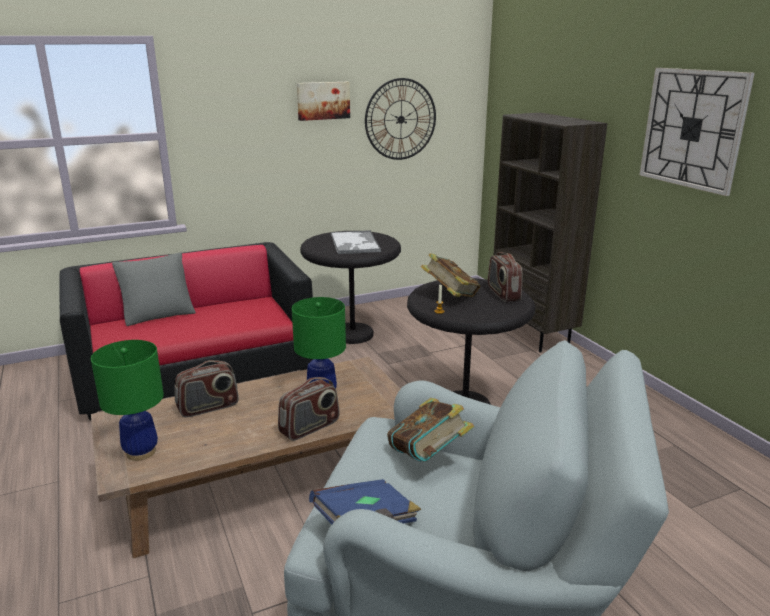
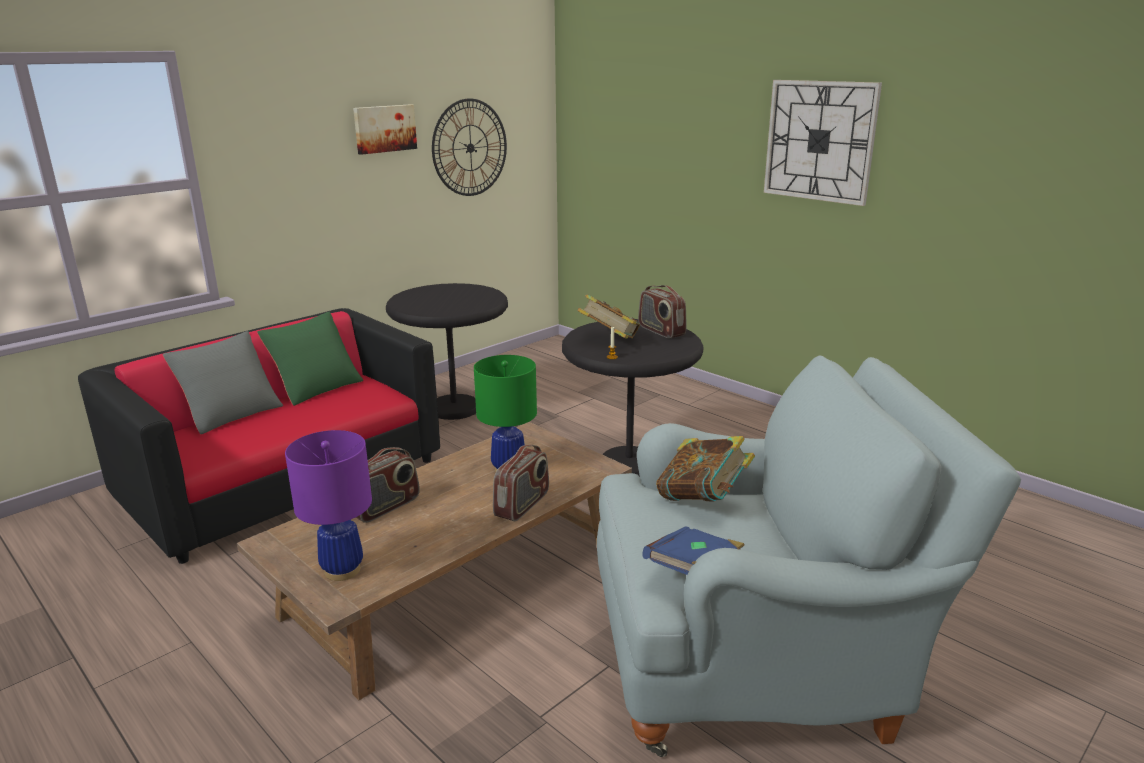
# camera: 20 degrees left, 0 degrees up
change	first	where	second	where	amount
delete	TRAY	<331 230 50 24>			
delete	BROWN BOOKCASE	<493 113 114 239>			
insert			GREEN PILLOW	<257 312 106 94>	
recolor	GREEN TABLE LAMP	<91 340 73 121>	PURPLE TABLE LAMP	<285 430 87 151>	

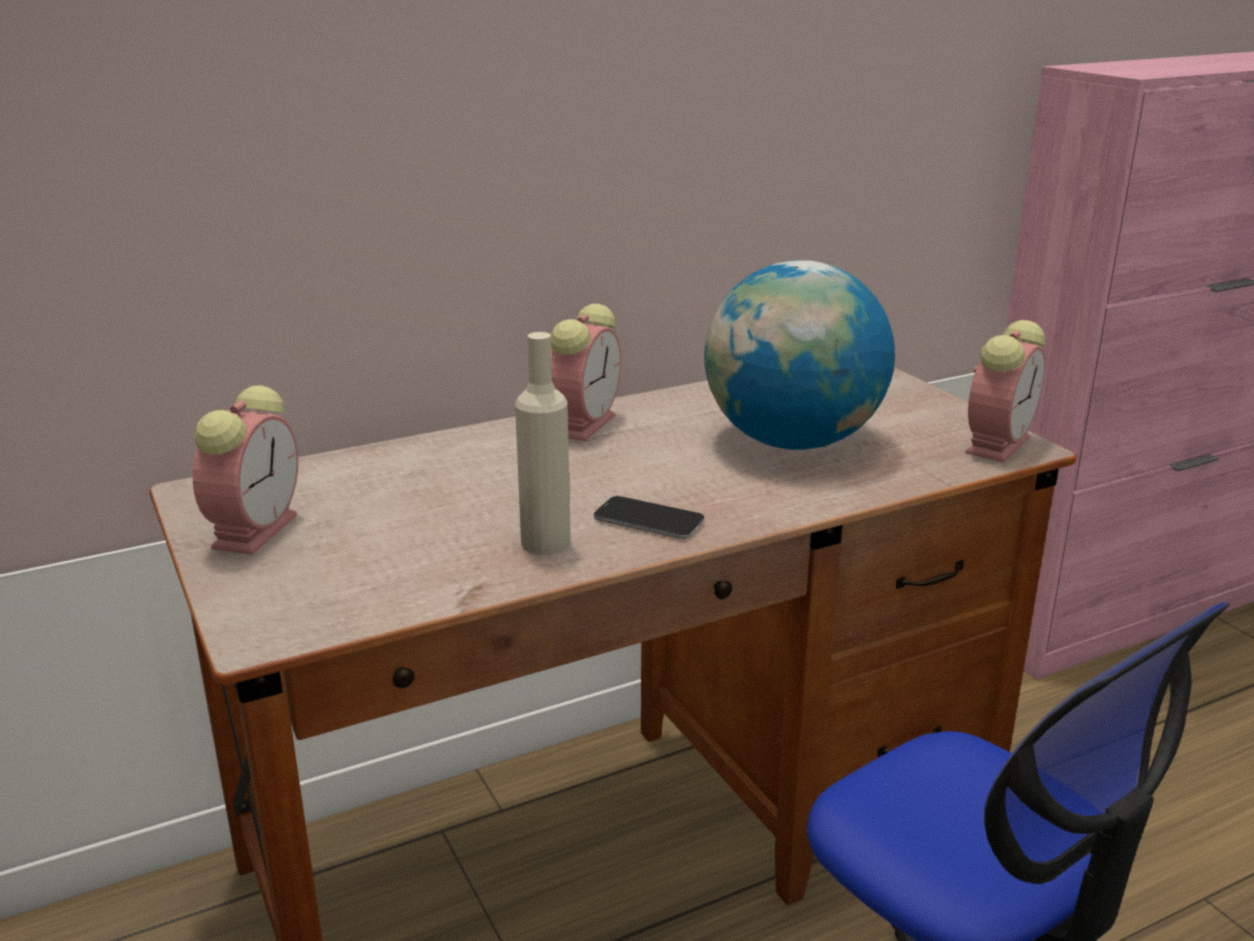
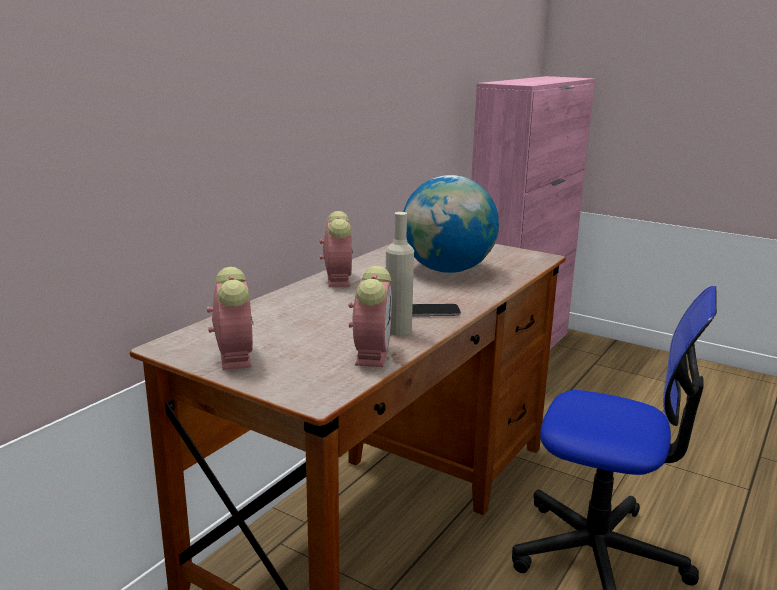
# camera: 30 degrees left, 5 degrees down
change	first	where	second	where	amount
move	ALARM CLOCK	<965 320 80 143>		<349 266 43 101>	

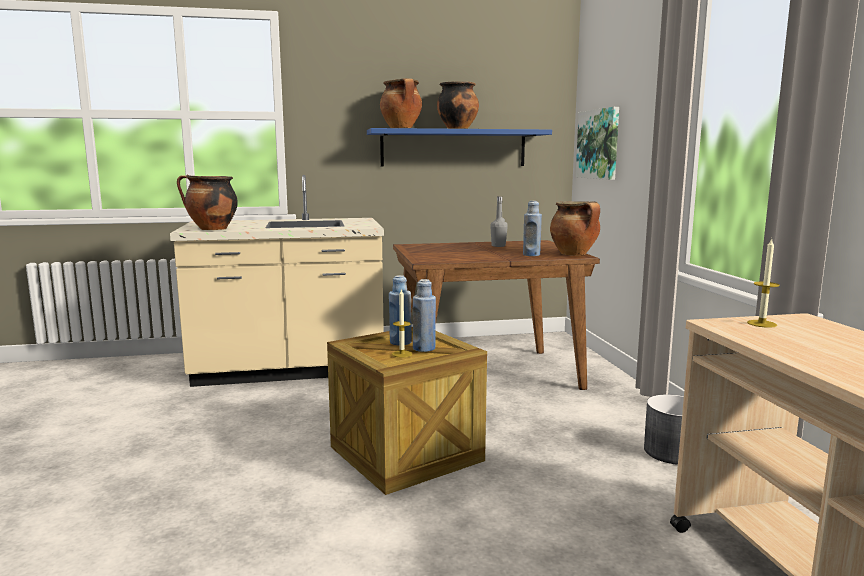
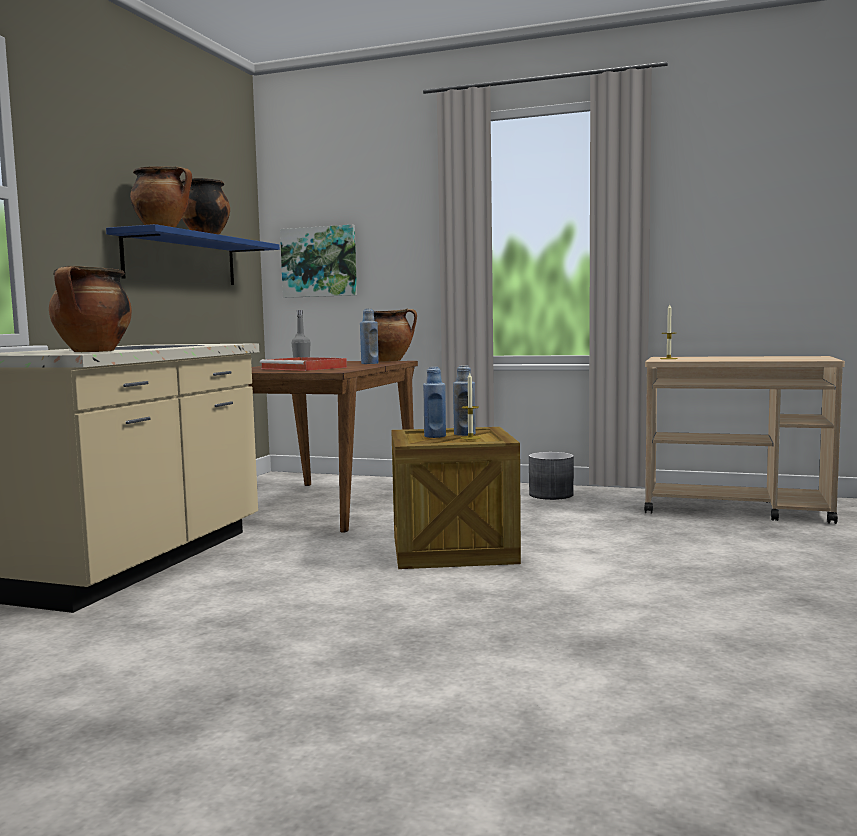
# camera: 60 degrees left, 5 degrees down
change	first	where	second	where	amount
insert			RED TRAY	<260 357 87 14>	

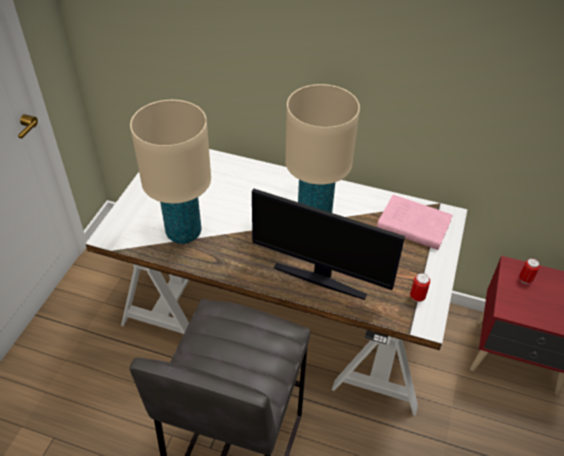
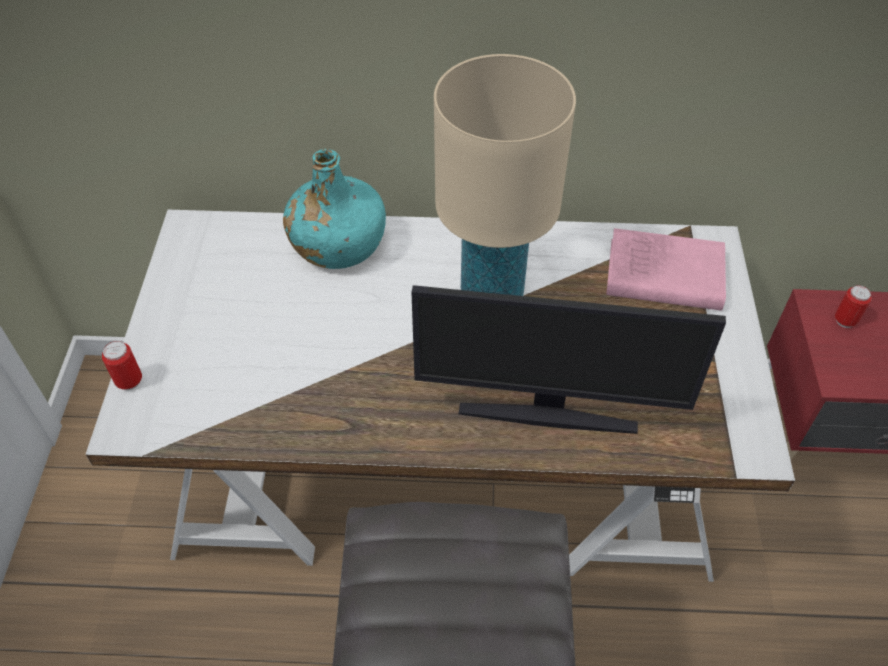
# camera: 15 degrees left, 5 degrees up
change	first	where	second	where	amount
delete	BEIGE TABLE LAMP	<130 100 81 144>			
insert			TURQUOISE BOTTLE	<283 149 103 120>	
move	CAN	<410 273 20 29>		<102 341 40 49>	

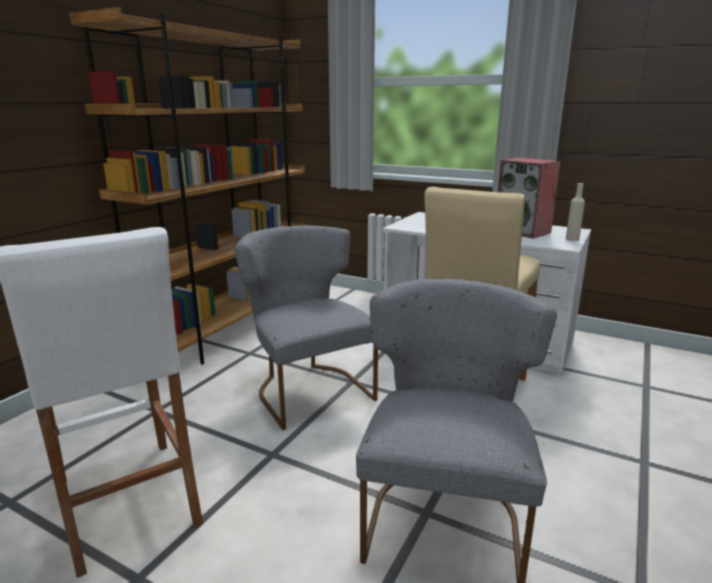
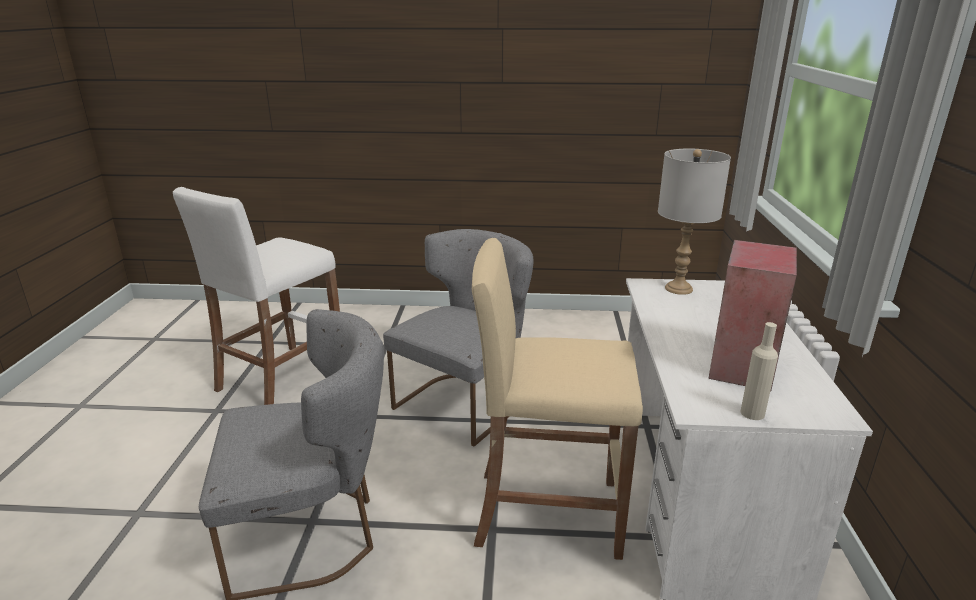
# camera: 65 degrees right, 5 degrees up
change	first	where	second	where	amount
delete	BROWN BOOKCASE	<69 7 238 358>			
insert			GREY TABLE LAMP	<658 149 73 146>	

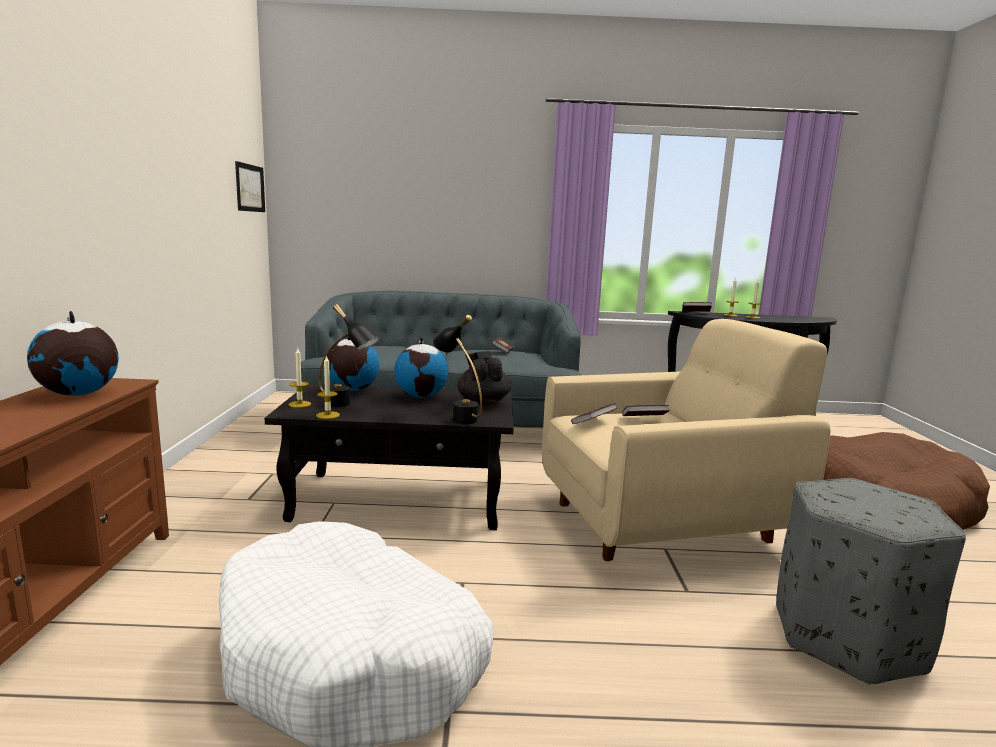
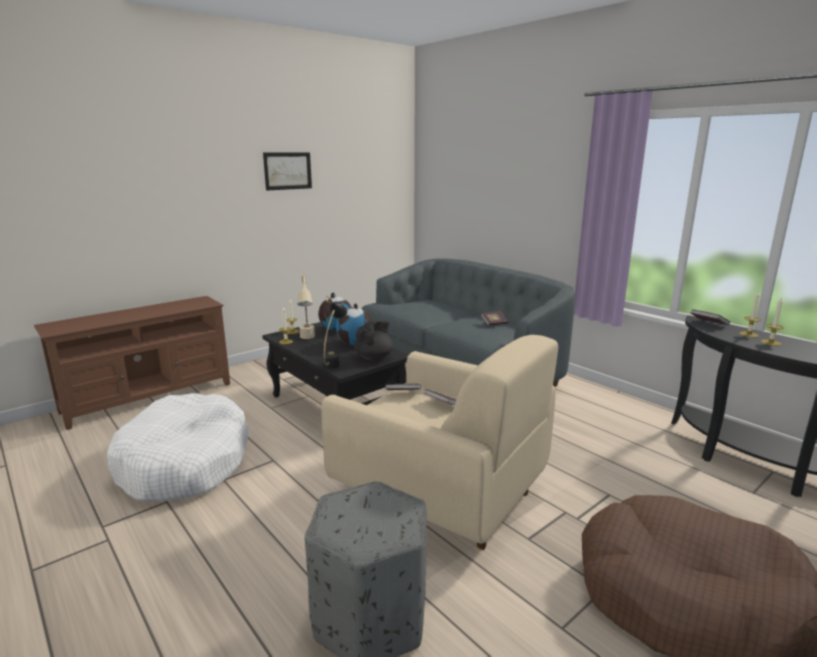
# camera: 50 degrees right, 5 degrees up
change	first	where	second	where	amount
delete	GLOBE	<27 311 92 85>			
move	PICTURE	<235 161 30 51>		<263 152 49 39>	
recolor	BLACK TABLE LAMP	<319 304 60 103>	BEIGE TABLE LAMP	<297 276 18 63>	

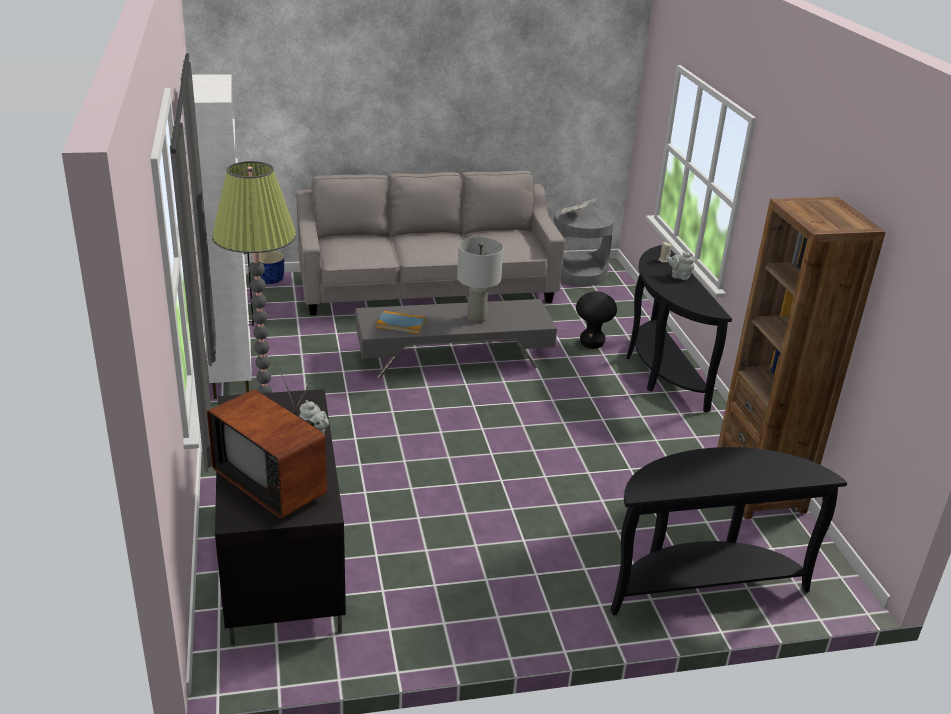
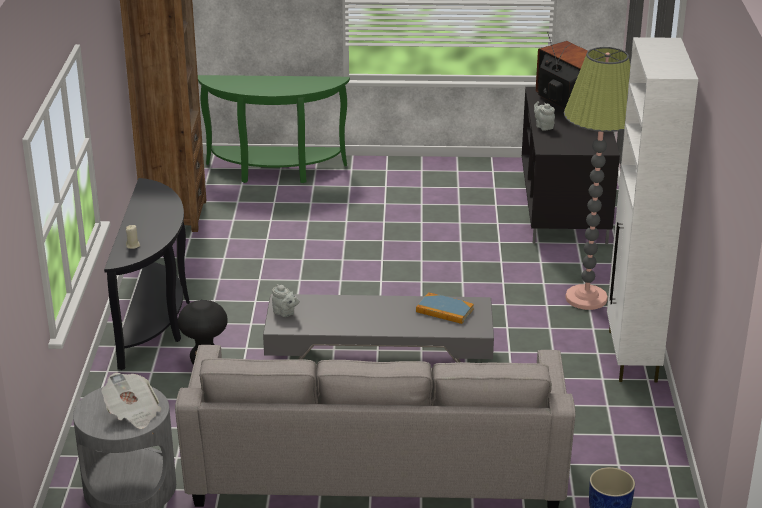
# camera: 165 degrees left, 0 degrees up
change	first	where	second	where	amount
delete	GREY TABLE LAMP	<457 237 47 86>			
move	GREY TEAPOT	<666 252 29 28>		<272 284 28 33>	
recolor	BLACK CONSOLE TABLE	<610 447 237 169>	GREEN CONSOLE TABLE	<198 75 152 108>	

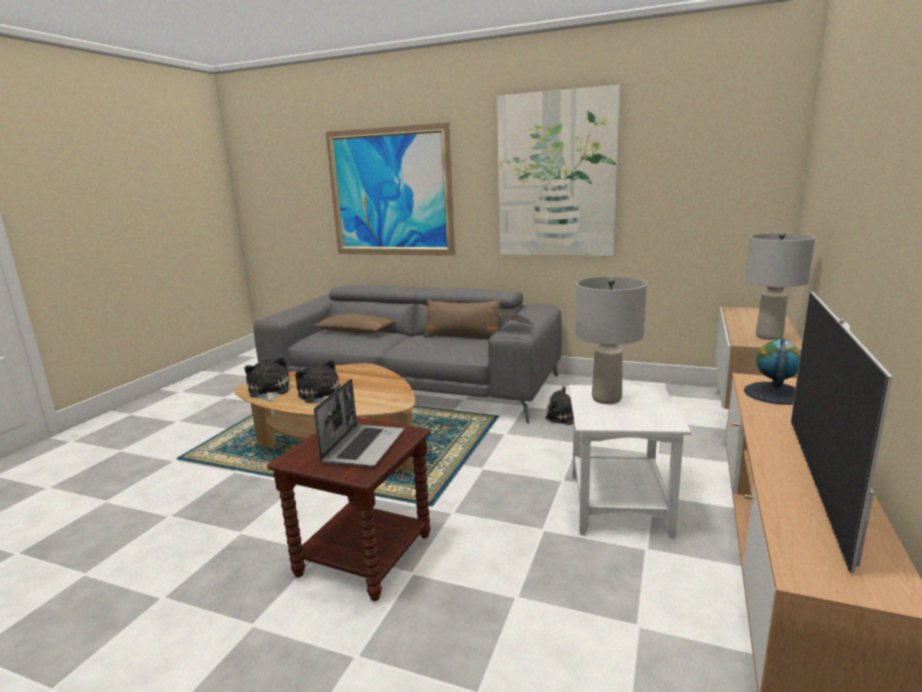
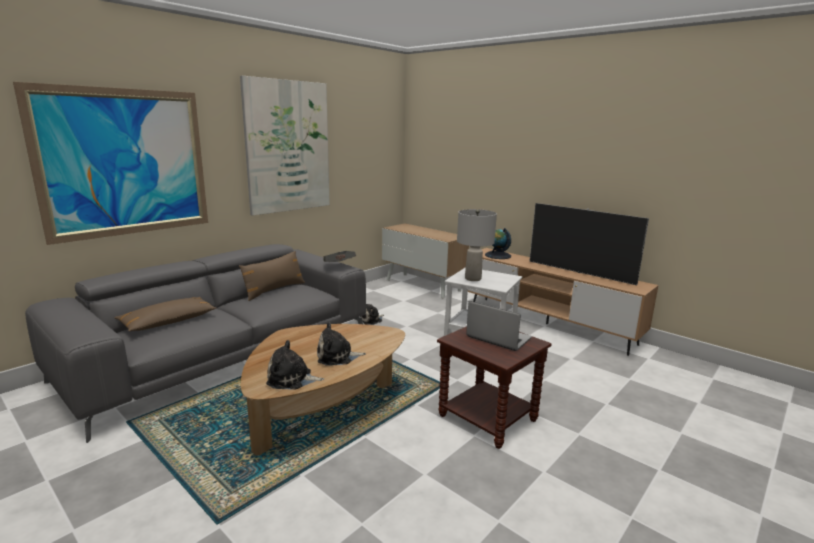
# camera: 70 degrees left, 0 degrees up
change	first	where	second	where	amount
delete	GREY TABLE LAMP	<745 232 70 108>			

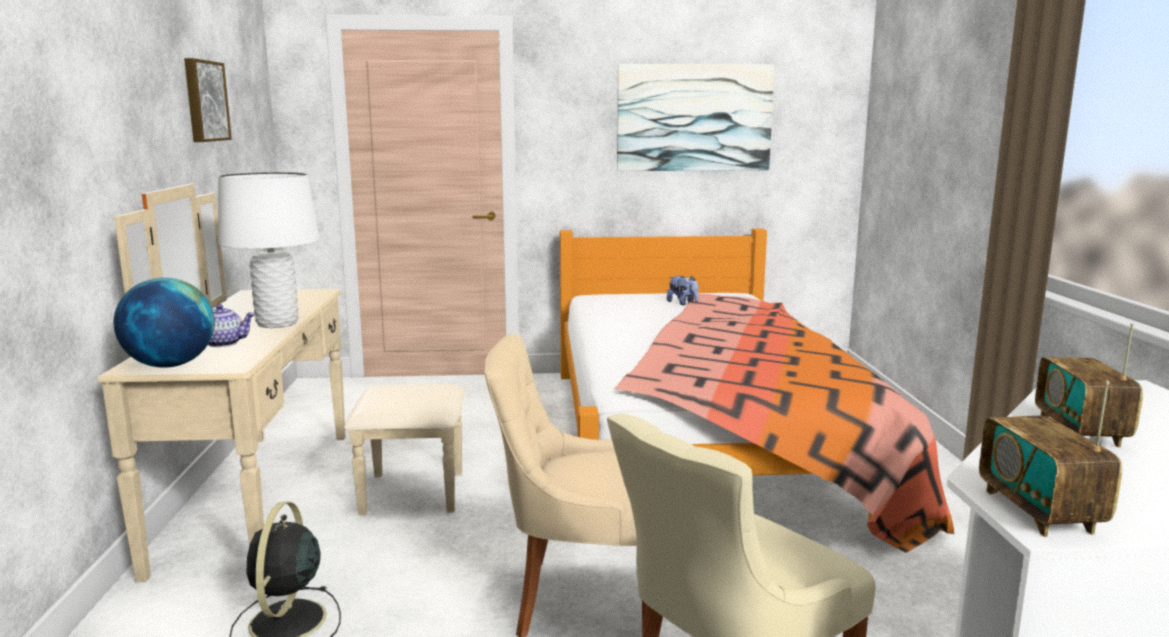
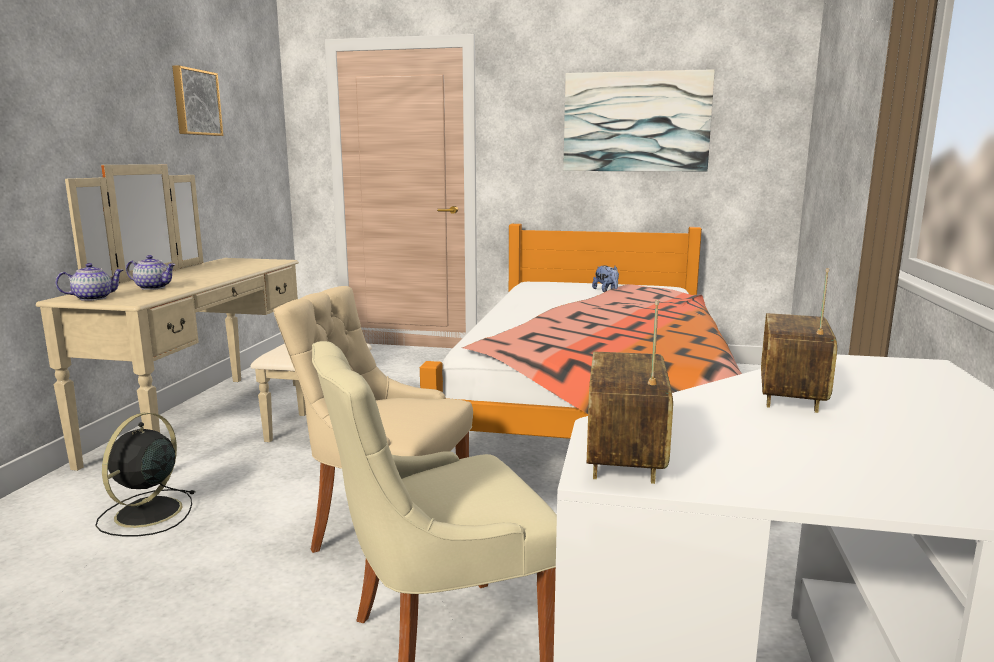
# camera: 15 degrees right, 0 degrees up
change	first	where	second	where	amount
delete	WHITE TABLE LAMP	<218 172 102 156>			
replace	GLOBE	<113 277 102 91>	TEAPOT	<55 263 69 38>	

